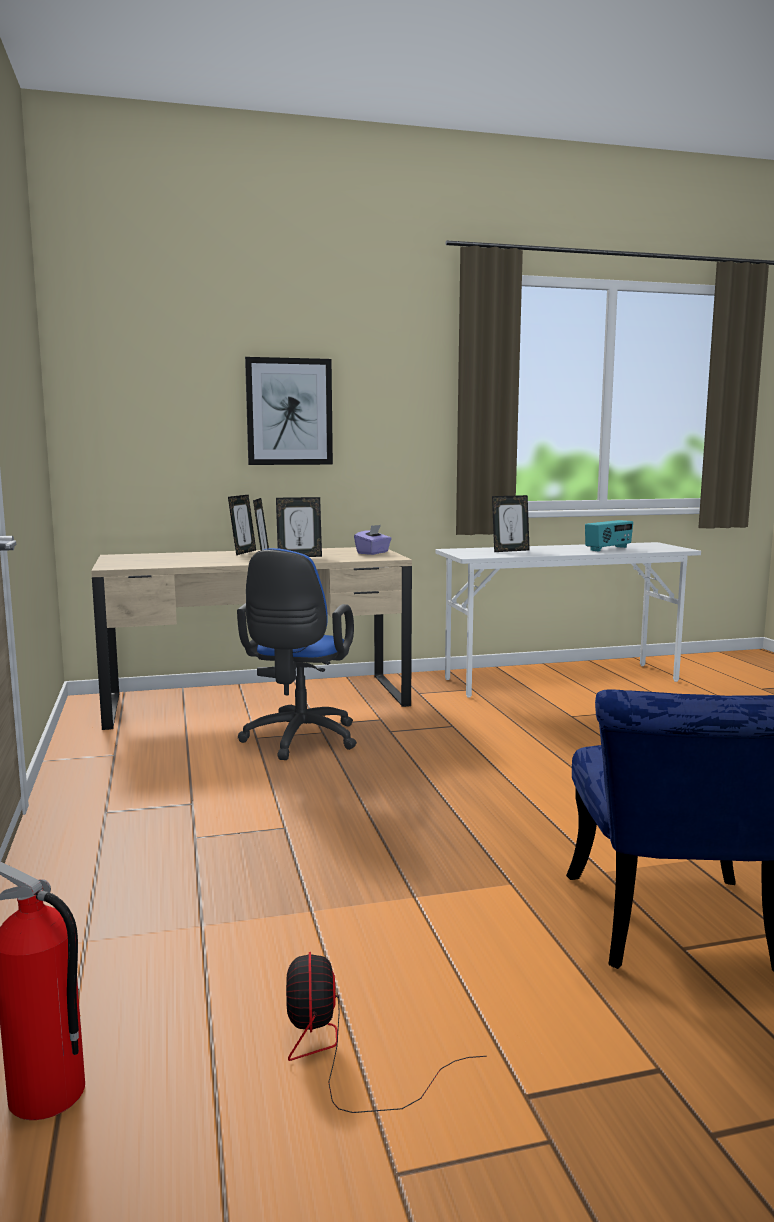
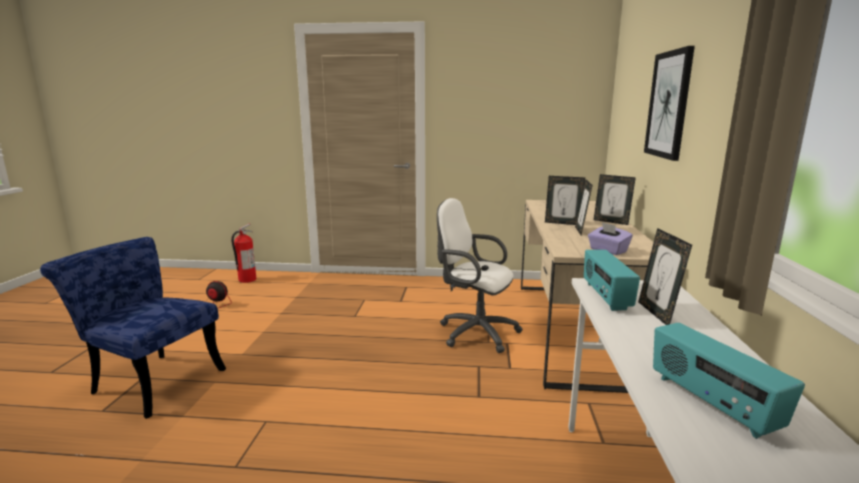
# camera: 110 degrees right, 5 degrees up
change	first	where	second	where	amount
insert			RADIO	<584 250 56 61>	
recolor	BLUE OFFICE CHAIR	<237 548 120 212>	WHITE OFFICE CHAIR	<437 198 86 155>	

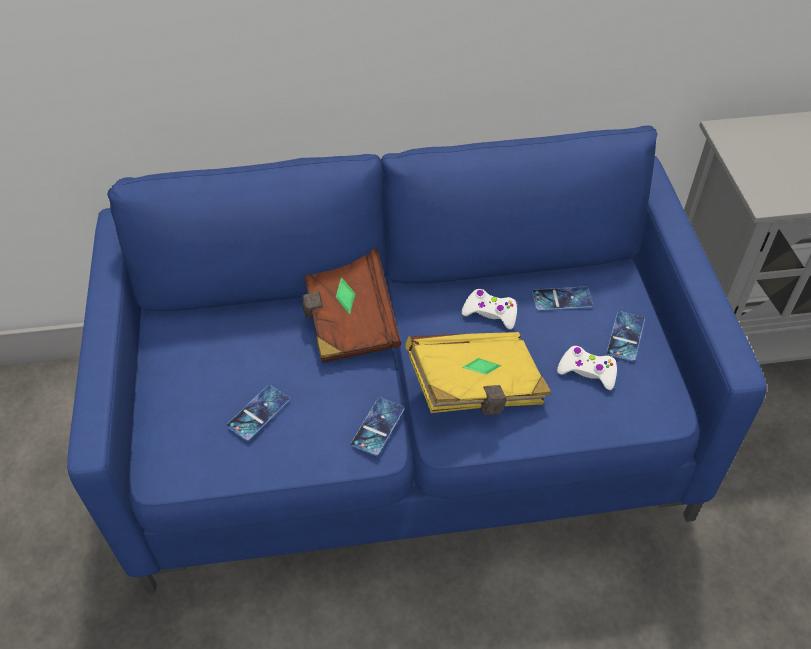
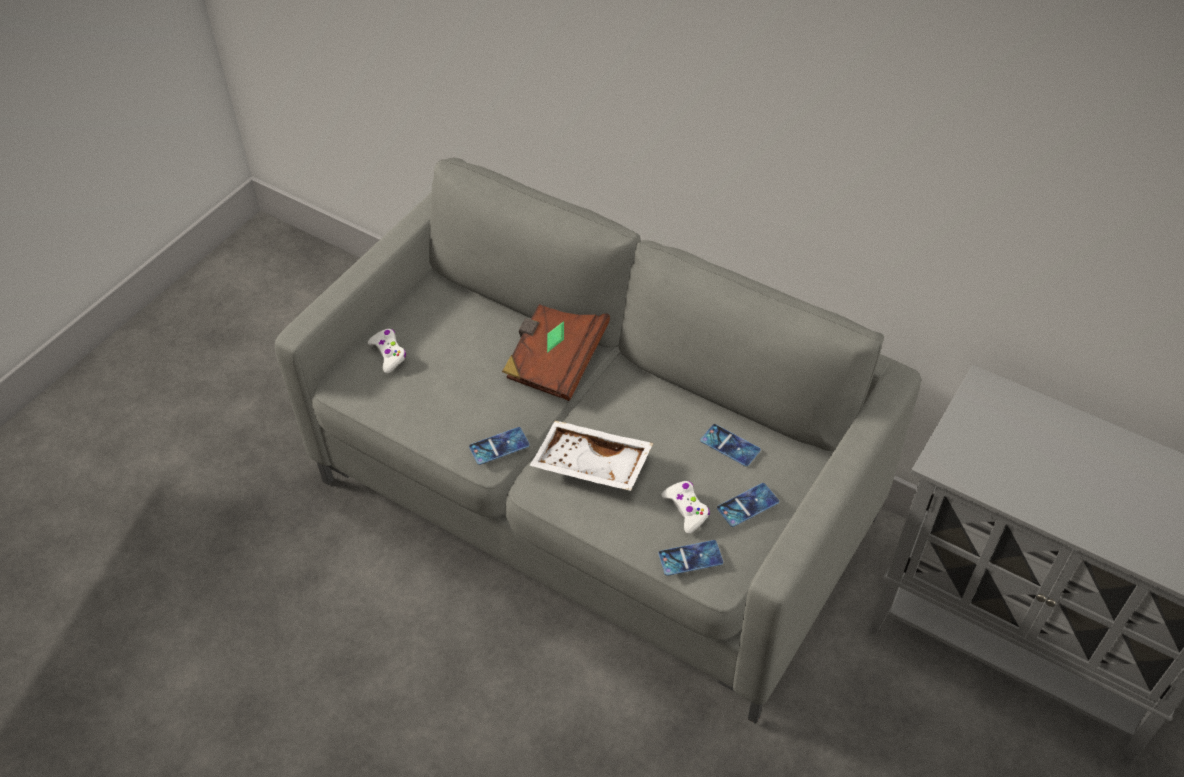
# camera: 40 degrees right, 0 degrees up
change	first	where	second	where	amount
move	PHONE	<227 385 63 56>		<659 540 64 36>	
move	WHITE GAME CONTROLLER	<462 289 55 41>		<368 329 38 45>	
replace	YELLOW BOOK	<405 332 147 83>	WHITE TRAY	<529 421 124 70>	
recolor	BLUE SOFA	<67 126 700 467>	GREY SOFA	<275 158 646 566>	

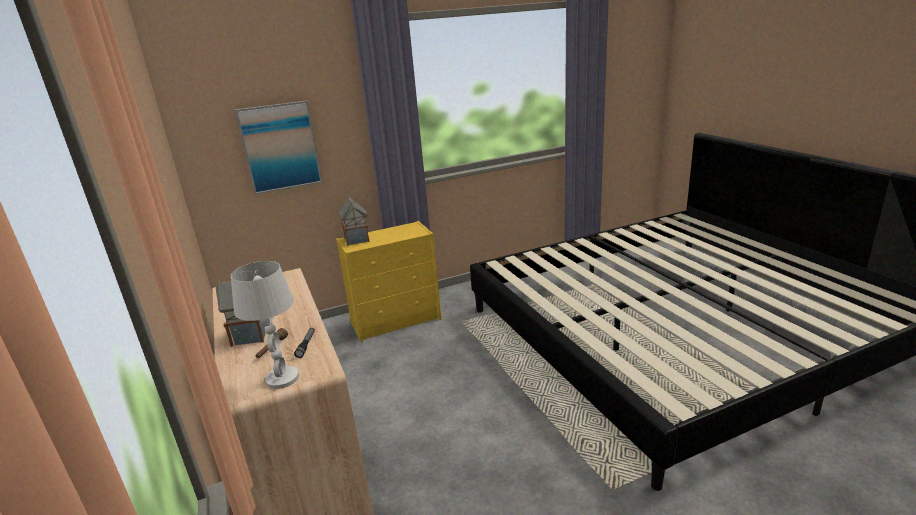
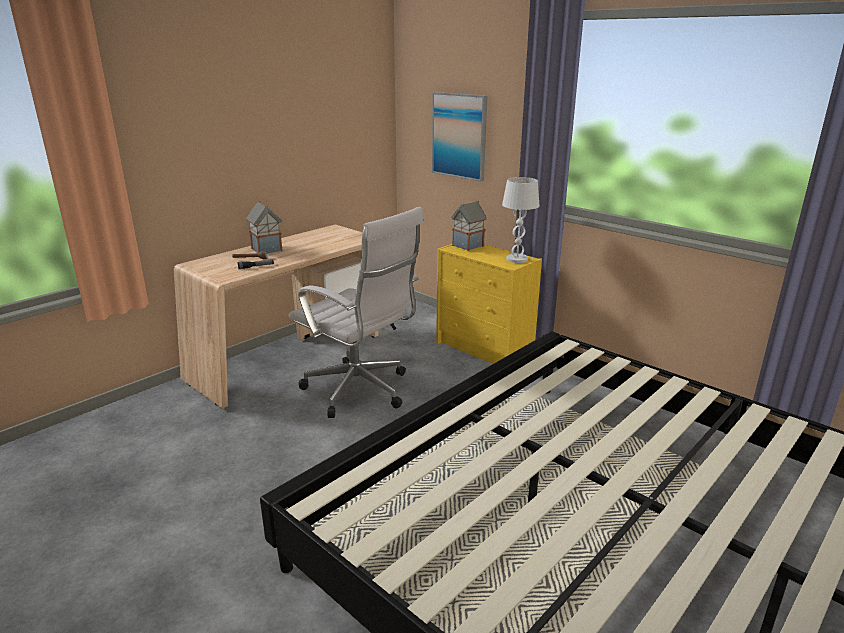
# camera: 65 degrees right, 0 degrees up
change	first	where	second	where	amount
insert			WHITE OFFICE CHAIR	<289 207 135 211>	
move	WHITE TABLE LAMP	<231 261 68 128>		<502 177 38 86>	

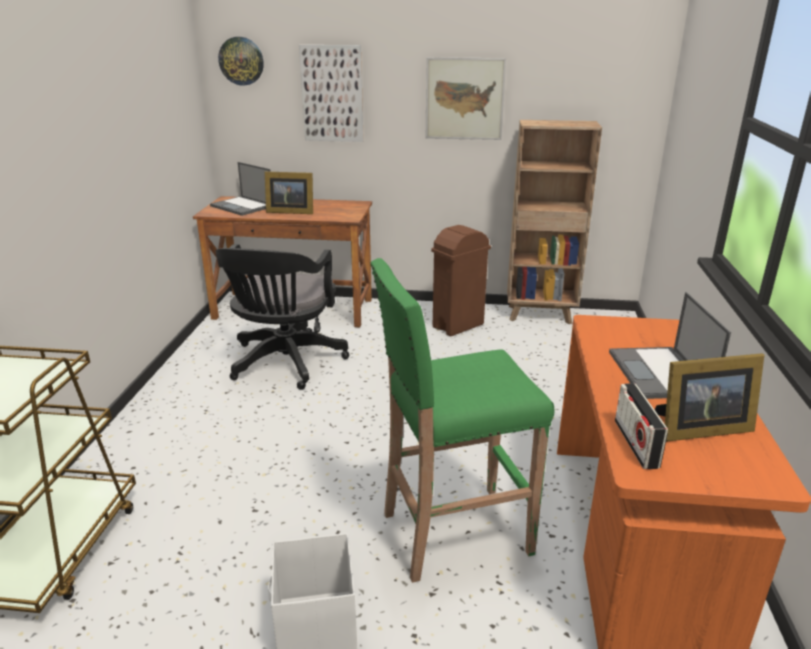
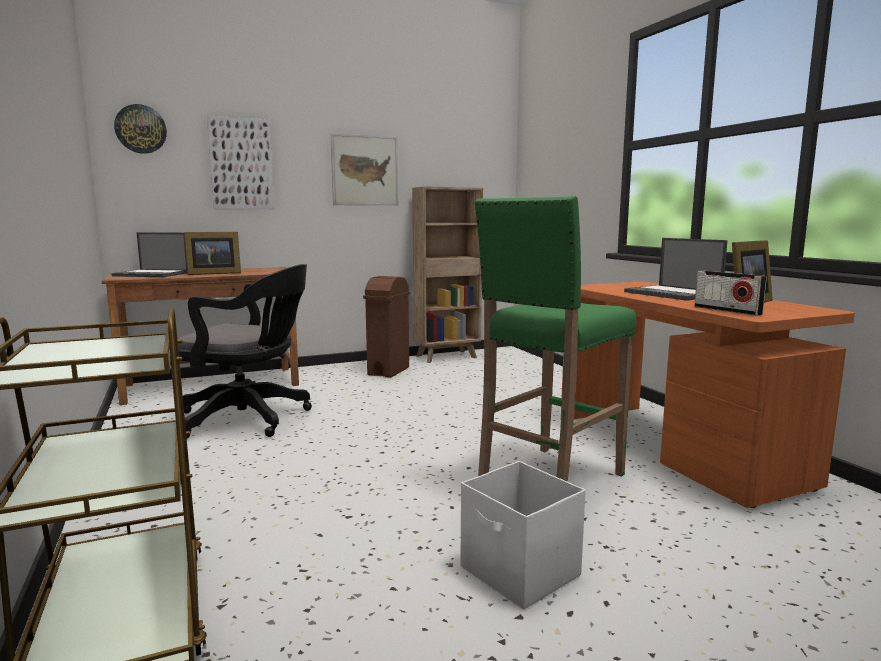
# camera: 30 degrees left, 15 degrees down
change	first	where	second	where	amount
rotate	BLACK OFFICE CHAIR	<215 244 134 146>		<177 264 135 175>	60 degrees counterclockwise

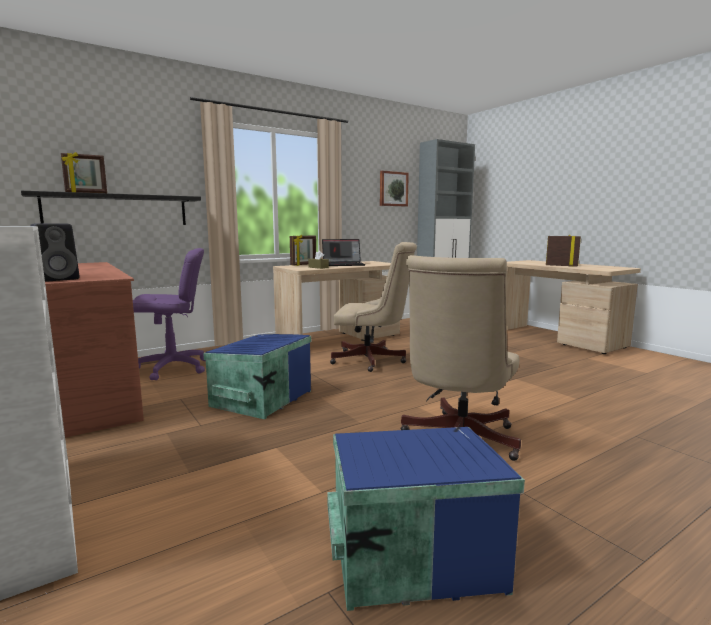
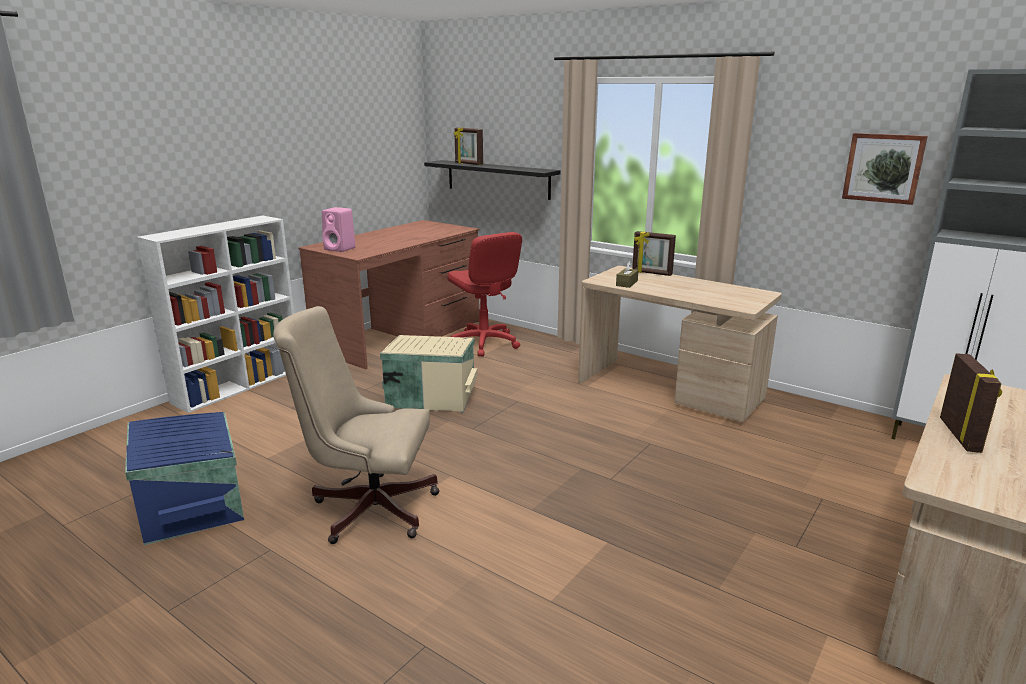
# camera: 70 degrees right, 10 degrees up
change	first	where	second	where	amount
delete	LAPTOP	<322 239 44 27>			
delete	BEIGE OFFICE CHAIR	<330 242 87 130>			
recolor	BLACK SPEAKER	<30 224 49 58>	PINK SPEAKER	<322 207 34 45>	
recolor	PURPLE OFFICE CHAIR	<133 248 73 132>	RED OFFICE CHAIR	<447 232 75 124>	
recolor	BLUE STORAGE BOX	<203 334 108 86>	BEIGE STORAGE BOX	<380 335 97 78>	

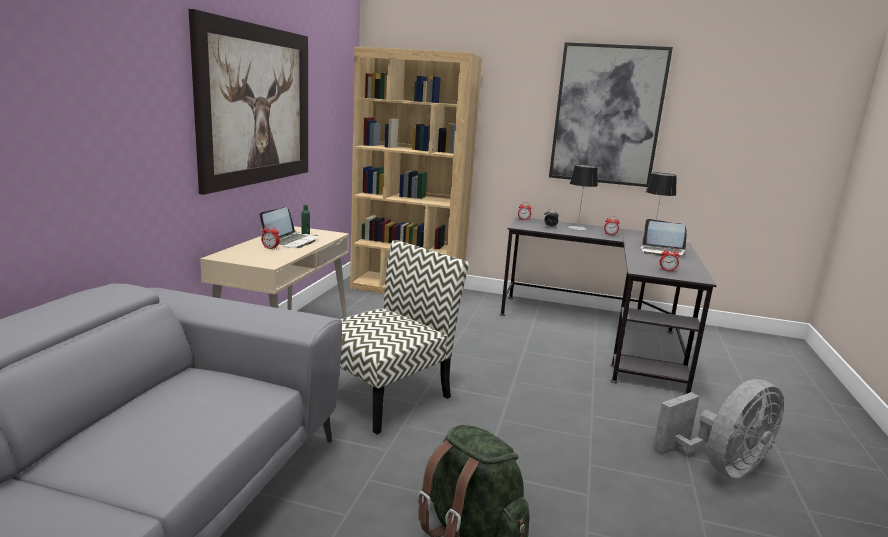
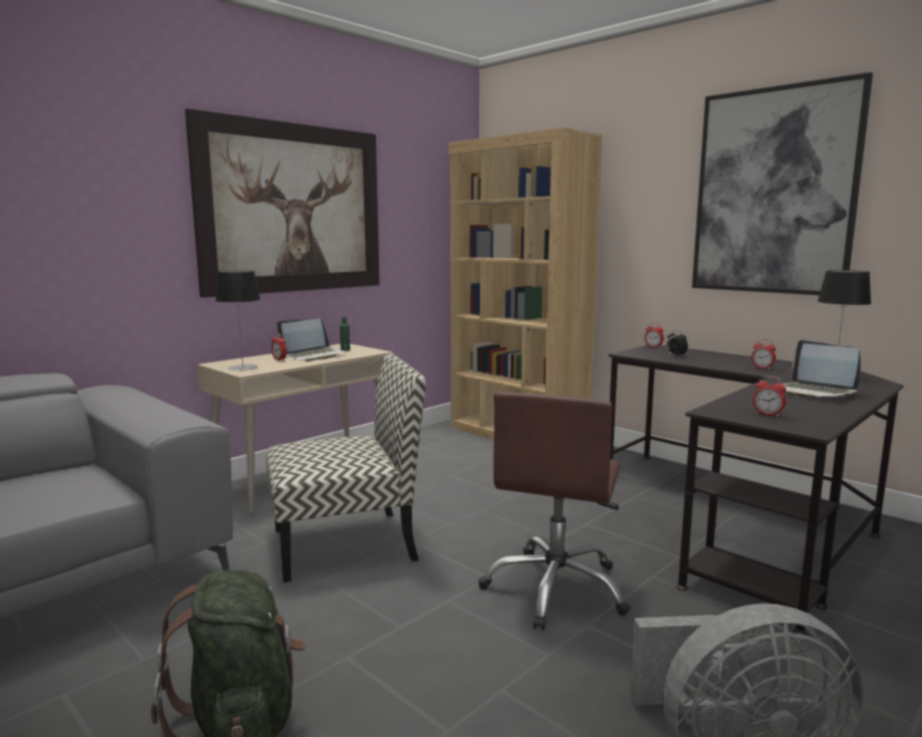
# camera: 30 degrees right, 5 degrees down
change	first	where	second	where	amount
insert			BROWN OFFICE CHAIR	<479 392 152 238>	
move	TABLE LAMP	<569 165 29 65>		<215 270 46 101>	

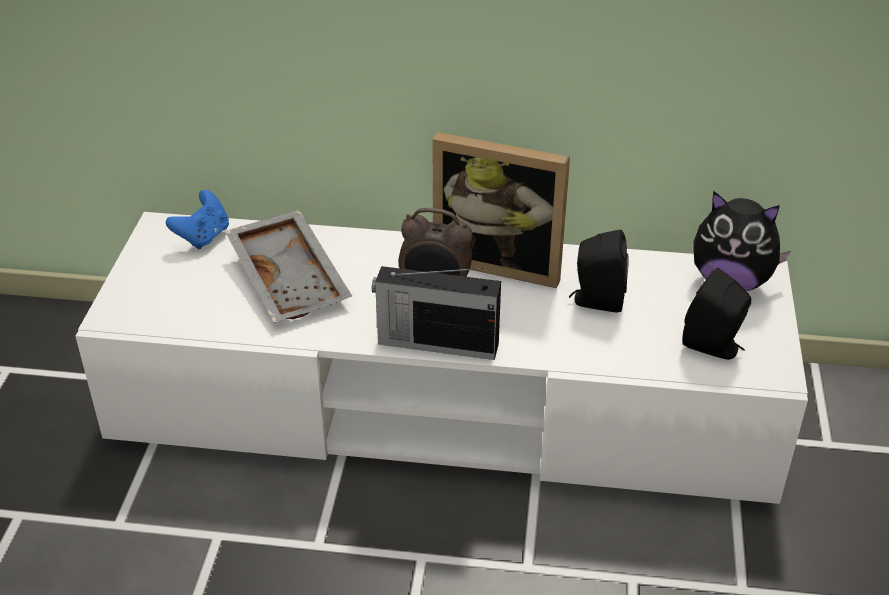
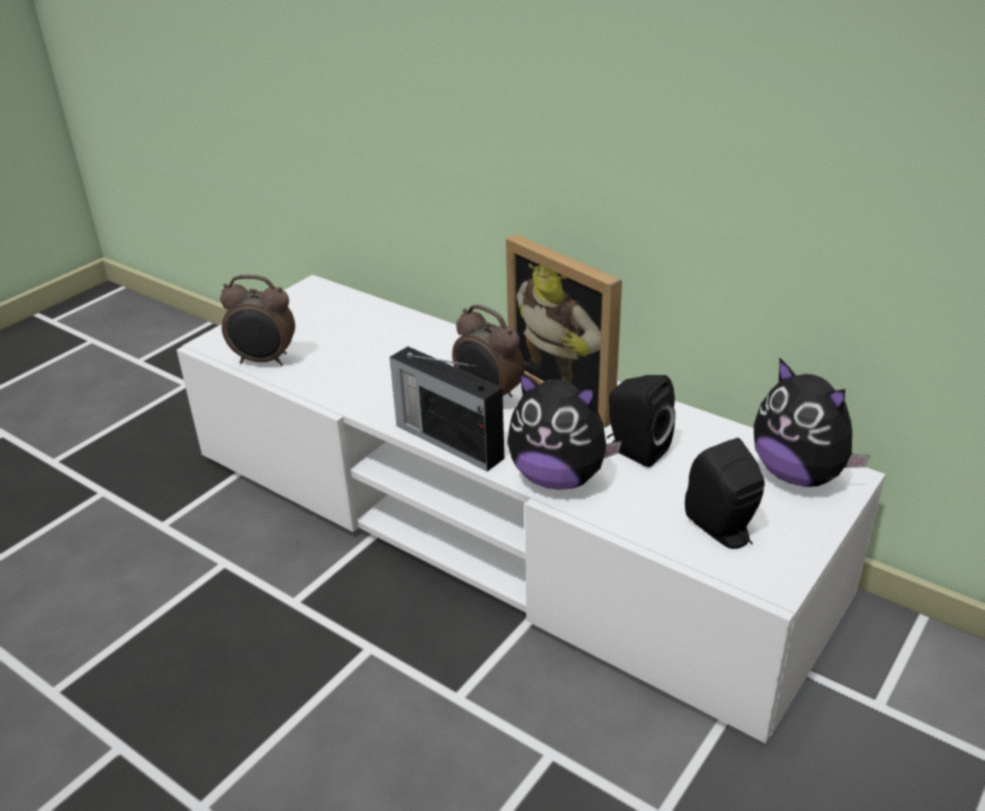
# camera: 30 degrees right, 5 degrees down
change	first	where	second	where	amount
delete	BLUE GAME CONTROLLER	<166 190 63 59>			
delete	GREY TRAY	<225 210 127 113>			
insert			ALARM CLOCK	<220 275 75 91>	
insert			PLUSH TOY	<507 371 115 119>	

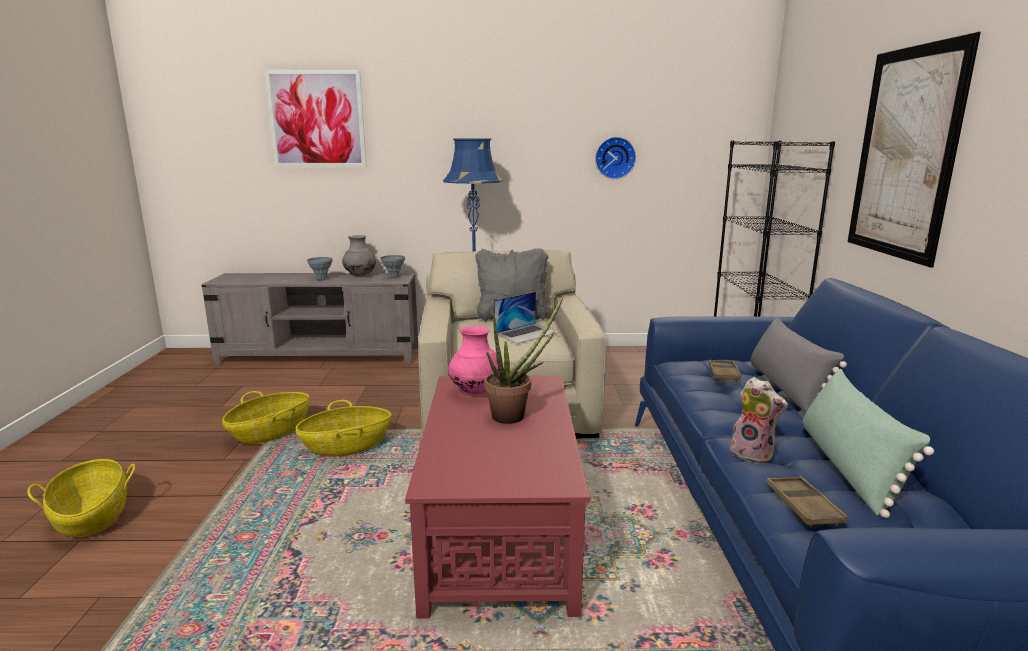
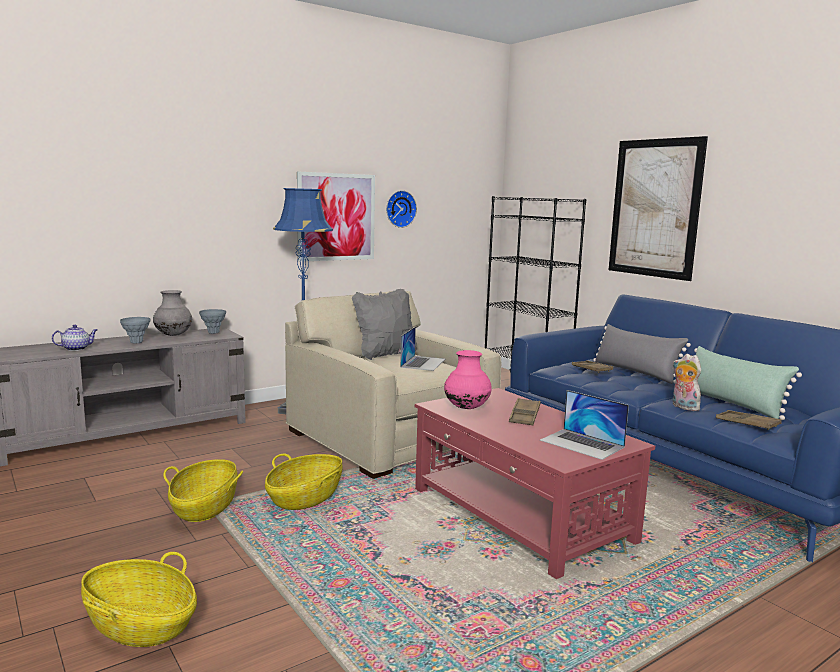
# camera: 35 degrees left, 5 degrees down
change	first	where	second	where	amount
insert			TEAPOT	<52 325 46 26>	
insert			LAPTOP	<540 390 89 70>	
move	PICTURE	<264 70 103 97>		<297 172 78 90>	
replace	POTTED PLANT	<485 297 78 127>	BROWN TRAY	<509 398 32 27>	
rotate	PLUSH TOY	<730 377 58 87>		<673 354 28 57>	135 degrees counterclockwise

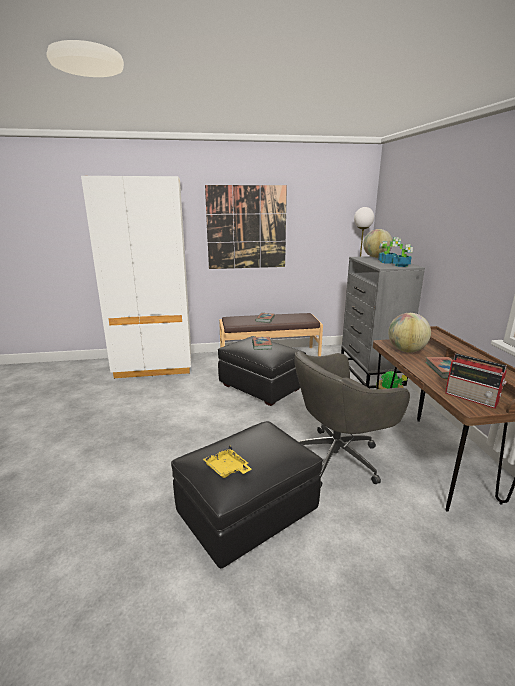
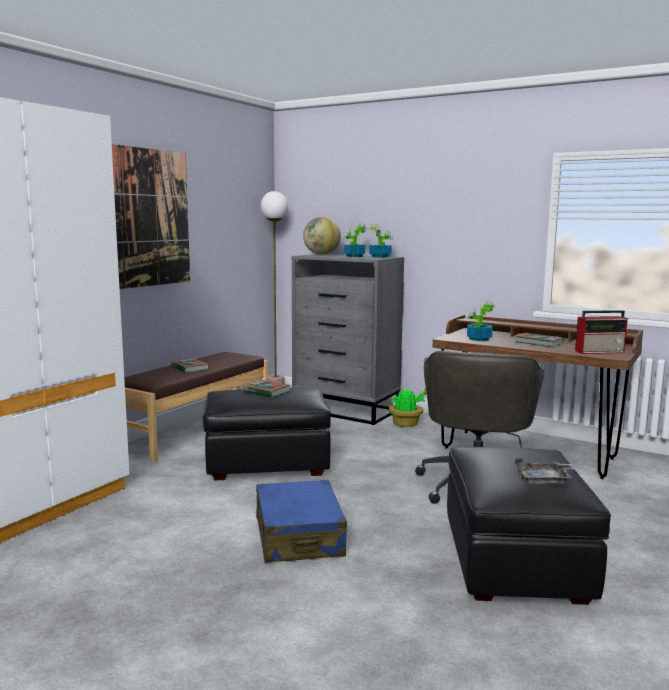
# camera: 50 degrees left, 10 degrees down
change	first	where	second	where	amount
insert			BLUE SUITCASE	<256 480 91 82>	
replace	GLOBE	<388 313 43 39>	POTTED PLANT	<465 301 31 40>	
recolor	YELLOW TRAY	<203 445 49 33>	GREY TRAY	<515 458 61 26>	

